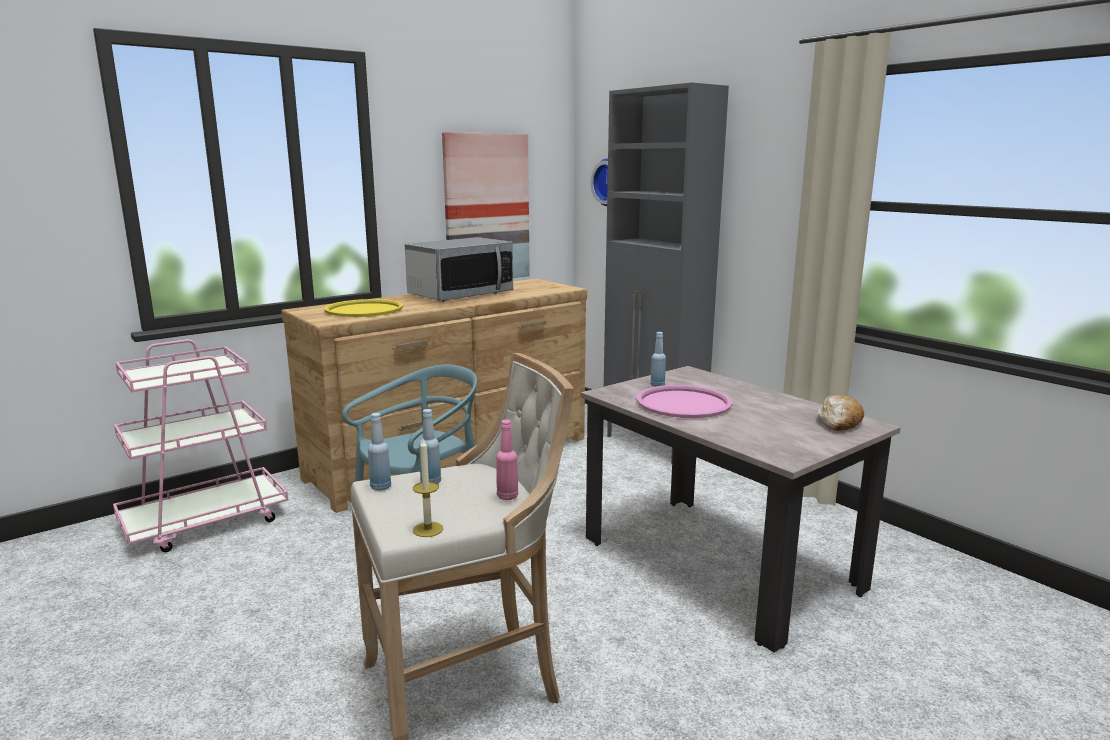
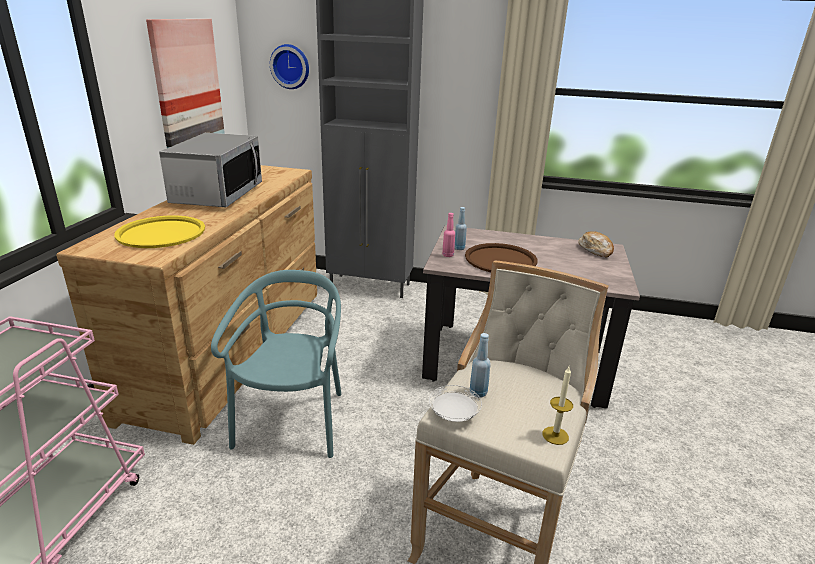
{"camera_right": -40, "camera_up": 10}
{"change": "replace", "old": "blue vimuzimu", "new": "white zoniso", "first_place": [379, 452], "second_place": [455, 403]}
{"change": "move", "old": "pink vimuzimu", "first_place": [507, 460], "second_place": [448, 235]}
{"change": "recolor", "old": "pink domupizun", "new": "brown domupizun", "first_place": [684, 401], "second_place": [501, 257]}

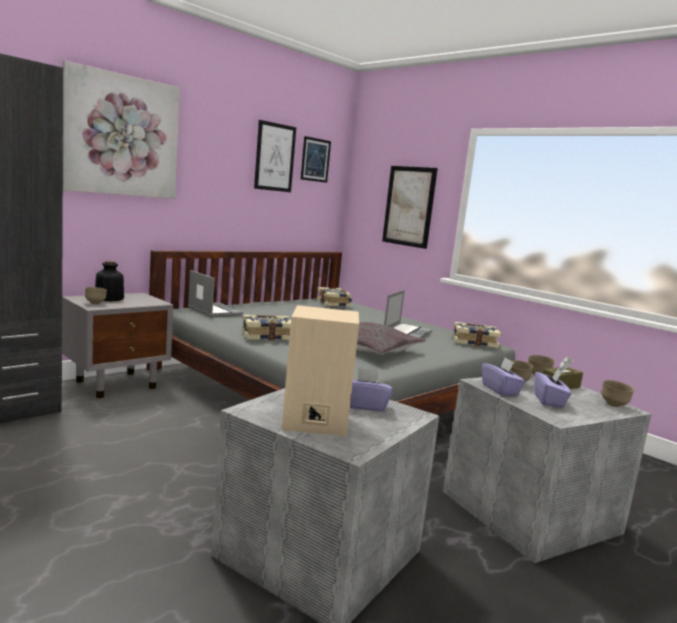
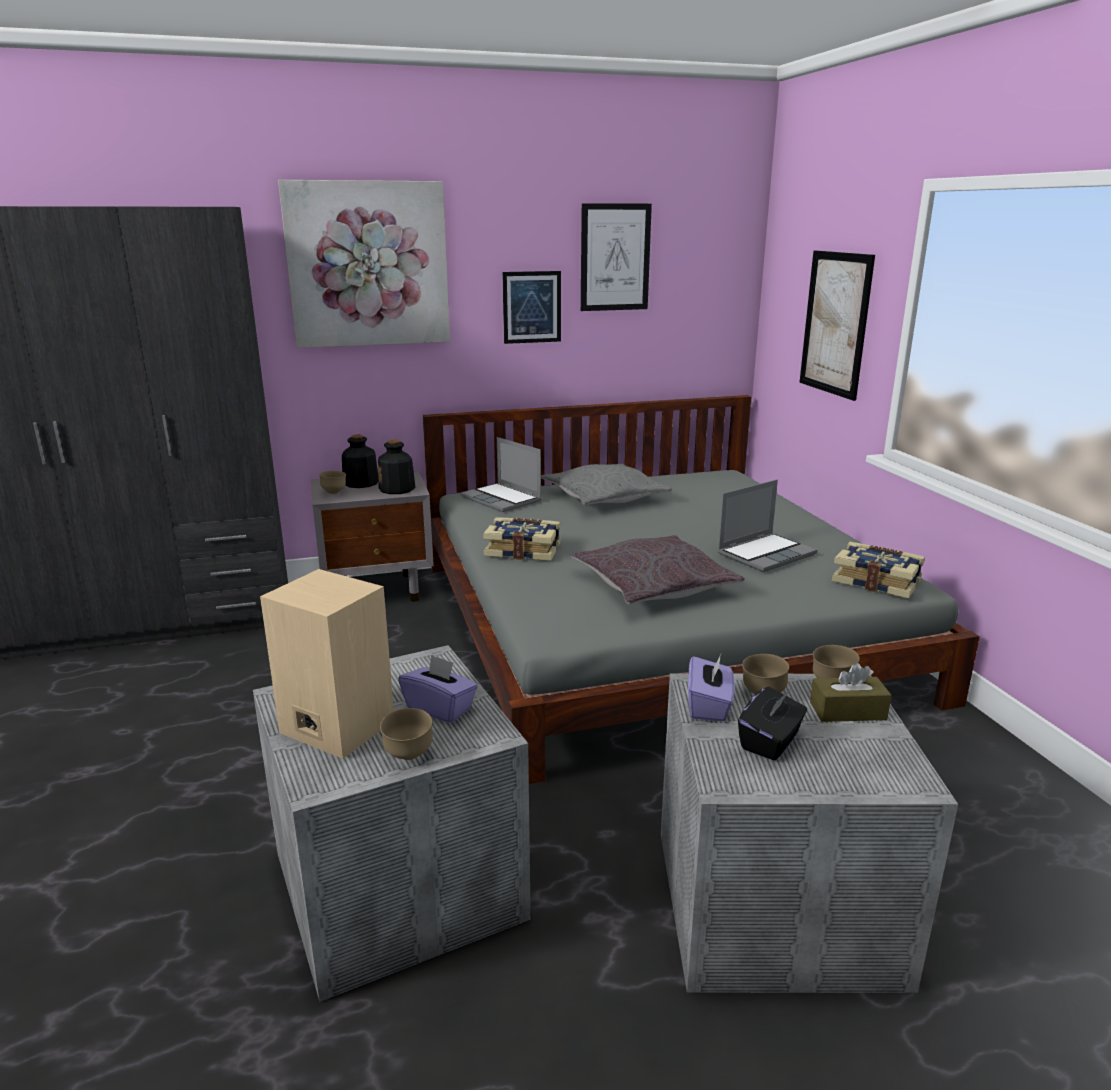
{"camera_right": 30, "camera_up": 10}
{"change": "insert", "new": "vimuzimu", "second_place": [397, 467]}
{"change": "move", "old": "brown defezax", "first_place": [617, 393], "second_place": [406, 734]}
{"change": "rotate", "old": "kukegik", "first_place": [215, 294], "second_place": [501, 474], "degrees": 150}
{"change": "move", "old": "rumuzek", "first_place": [316, 159], "second_place": [531, 307]}
{"change": "insert", "new": "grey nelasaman", "second_place": [606, 484]}
{"change": "recolor", "old": "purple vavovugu", "new": "black vavovugu", "first_place": [552, 388], "second_place": [772, 723]}
{"change": "delete", "old": "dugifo", "first_place": [334, 297]}

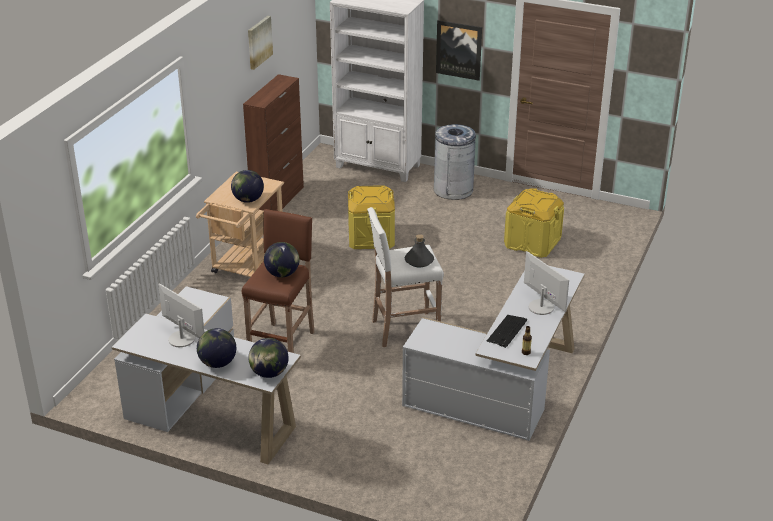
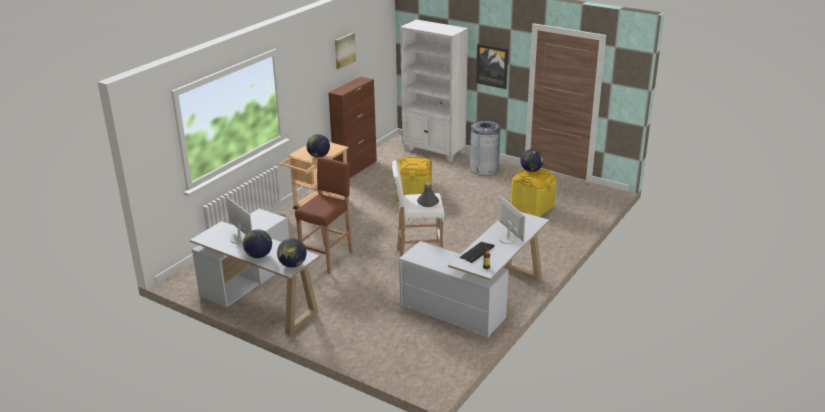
{"camera_right": 10, "camera_up": -5}
{"change": "move", "old": "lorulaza", "first_place": [282, 259], "second_place": [532, 160]}

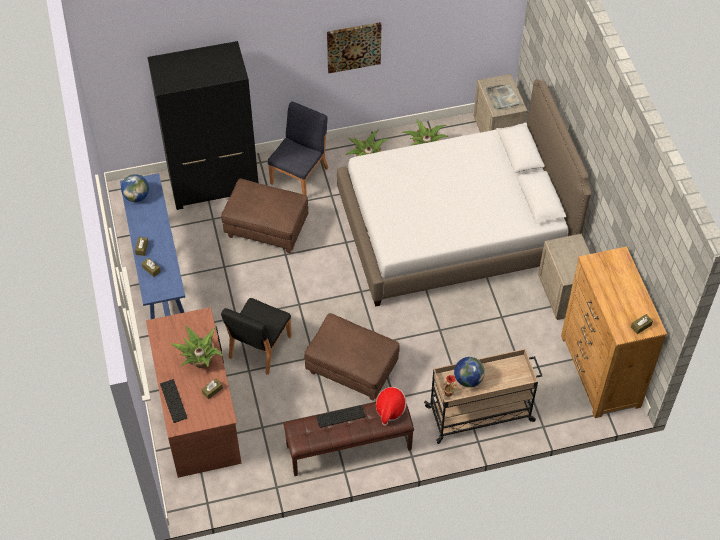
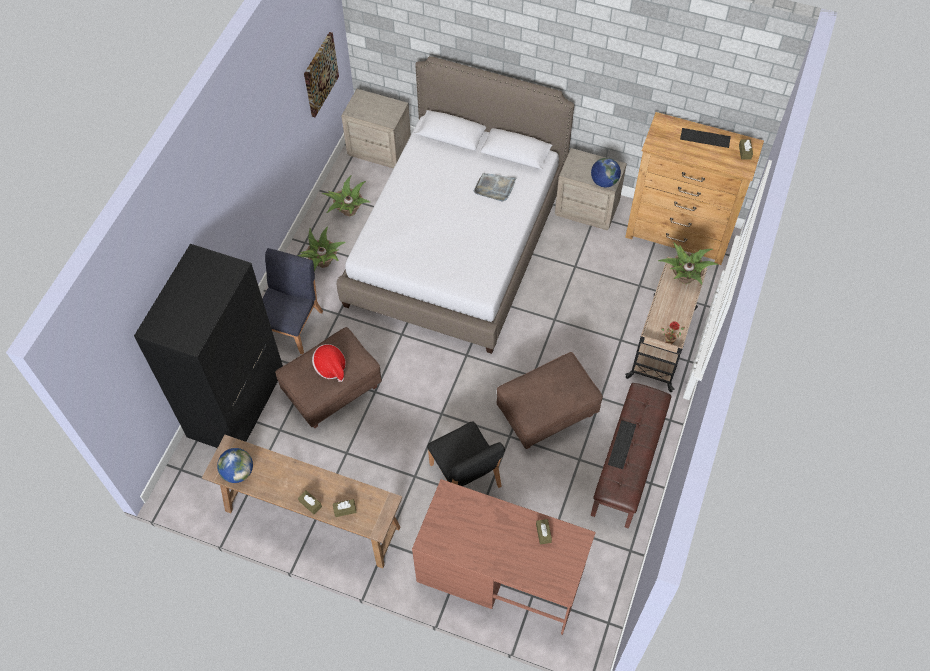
{"camera_right": -55, "camera_up": 5}
{"change": "recolor", "old": "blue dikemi", "new": "brown dikemi", "first_place": [152, 246], "second_place": [302, 502]}
{"change": "rotate", "old": "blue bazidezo", "first_place": [298, 148], "second_place": [292, 301], "degrees": 45}
{"change": "move", "old": "rumuzek", "first_place": [354, 47], "second_place": [321, 74]}
{"change": "move", "old": "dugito", "first_place": [391, 406], "second_place": [329, 363]}
{"change": "move", "old": "grey domupizun", "first_place": [503, 97], "second_place": [495, 187]}
{"change": "move", "old": "lorulaza", "first_place": [469, 372], "second_place": [606, 172]}
{"change": "move", "old": "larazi", "first_place": [196, 347], "second_place": [688, 263]}
{"change": "move", "old": "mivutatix", "first_place": [173, 401], "second_place": [705, 138]}

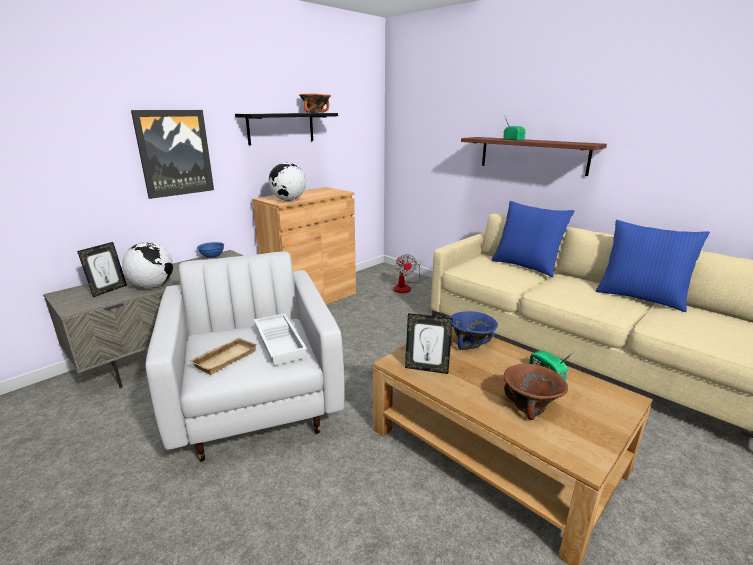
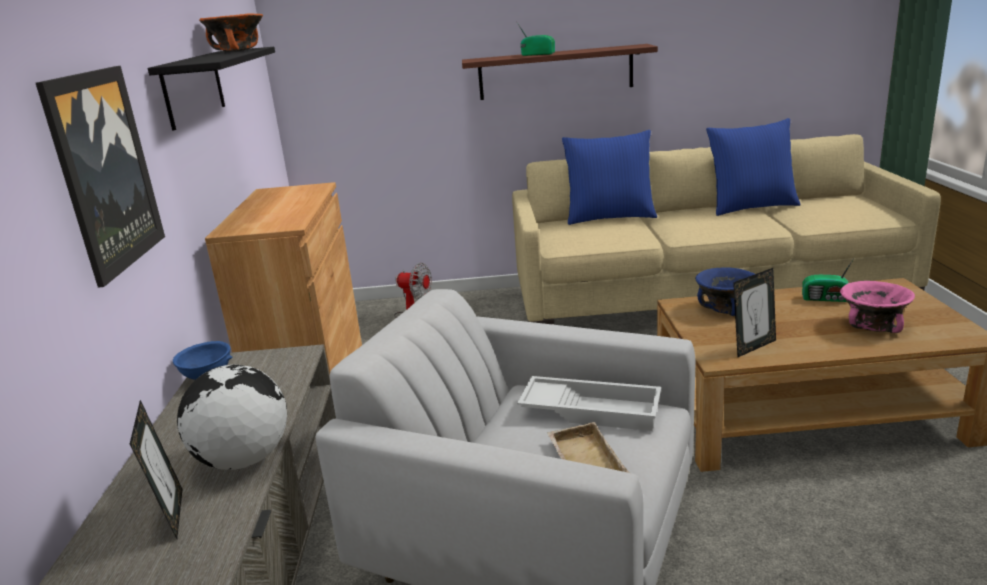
{"camera_right": -45, "camera_up": 0}
{"change": "recolor", "old": "brown defezax", "new": "pink defezax", "first_place": [536, 392], "second_place": [877, 307]}
{"change": "delete", "old": "lorulaza", "first_place": [287, 182]}

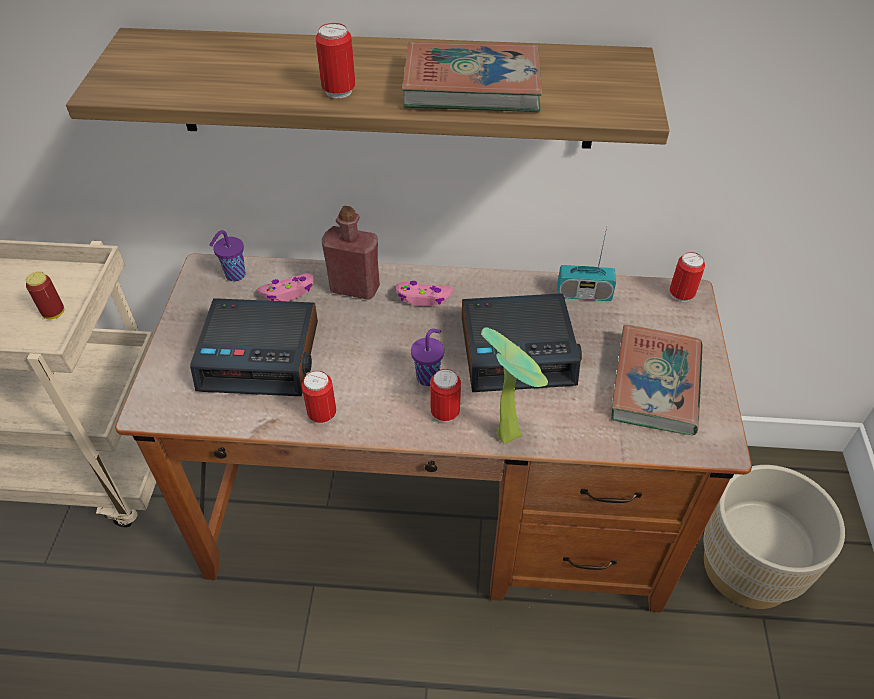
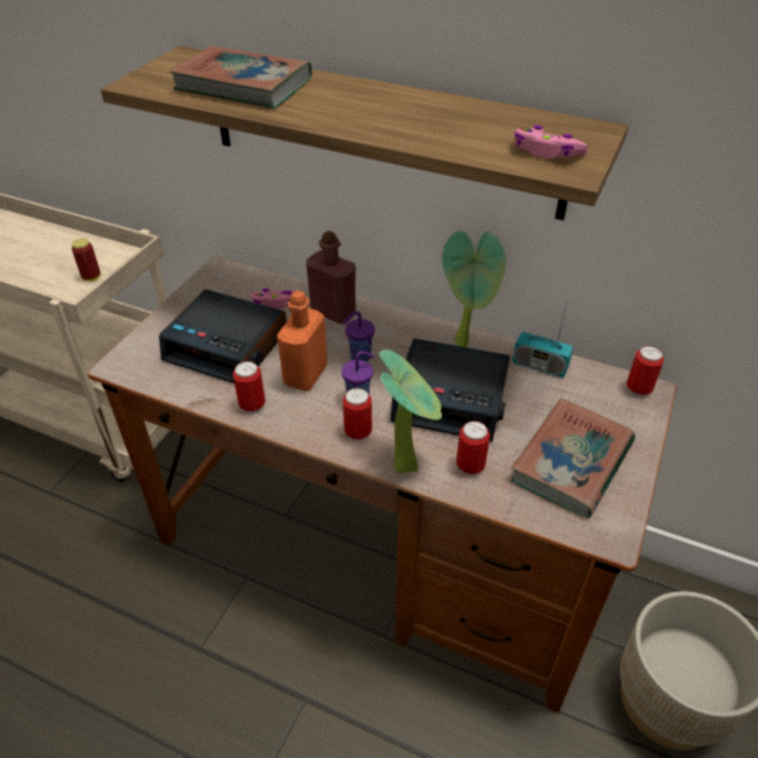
{"camera_right": 20, "camera_up": -5}
{"change": "move", "old": "dugifo", "first_place": [472, 77], "second_place": [240, 77]}
{"change": "insert", "new": "orange vimuzimu", "second_place": [302, 340]}
{"change": "move", "old": "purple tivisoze", "first_place": [228, 255], "second_place": [358, 336]}
{"change": "insert", "new": "larazi", "second_place": [474, 289]}
{"change": "move", "old": "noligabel", "first_place": [335, 60], "second_place": [473, 448]}
{"change": "move", "old": "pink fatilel", "first_place": [424, 294], "second_place": [551, 142]}

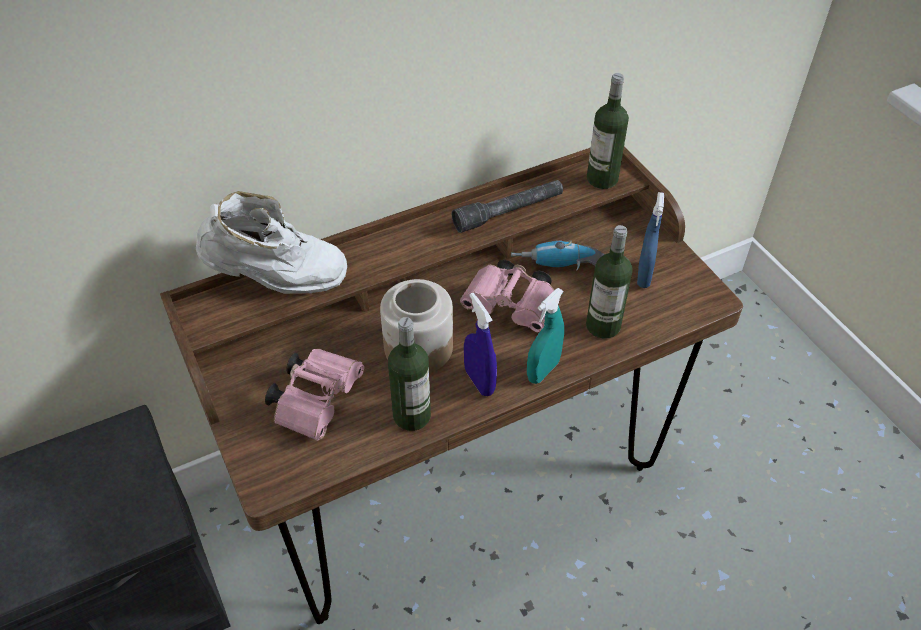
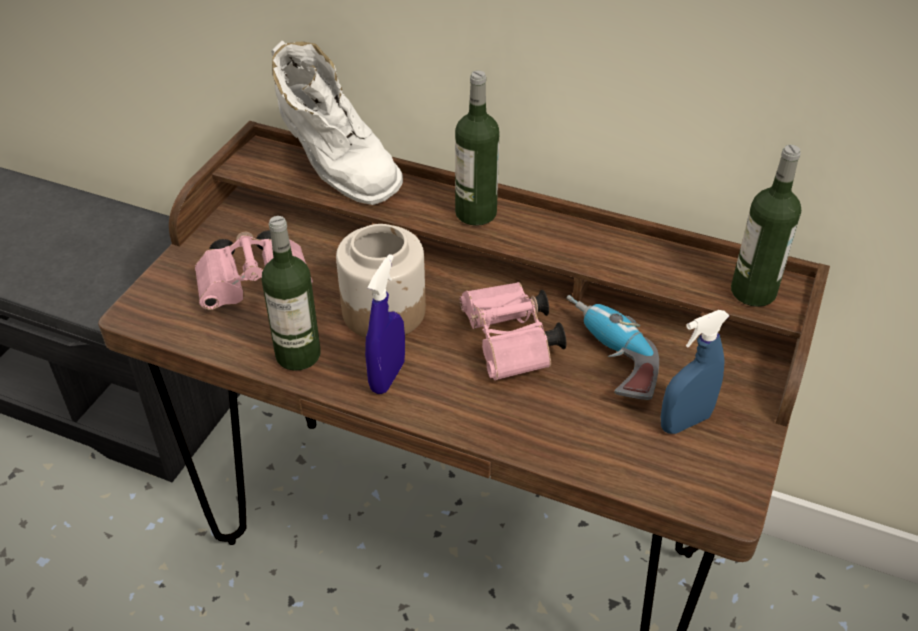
{"camera_right": 50, "camera_up": -5}
{"change": "move", "old": "vimuzimu", "first_place": [609, 282], "second_place": [477, 148]}
{"change": "delete", "old": "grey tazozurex", "first_place": [507, 206]}
{"change": "delete", "old": "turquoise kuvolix", "first_place": [545, 336]}

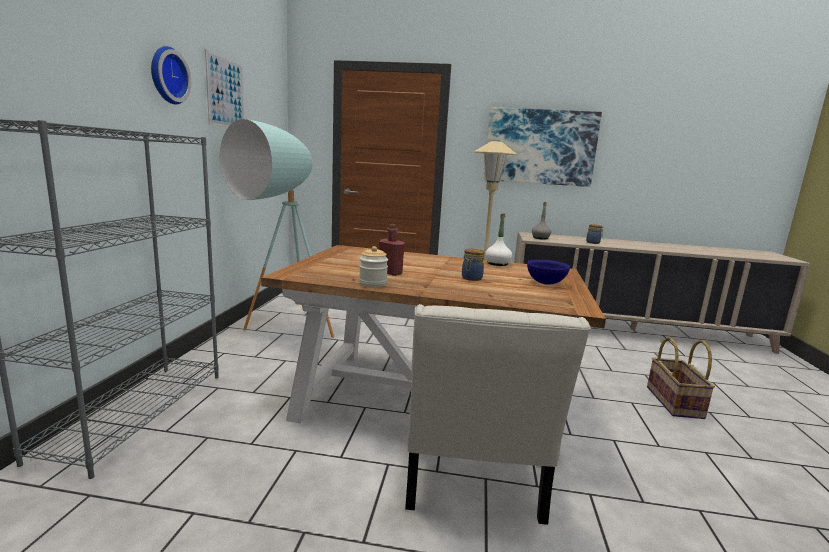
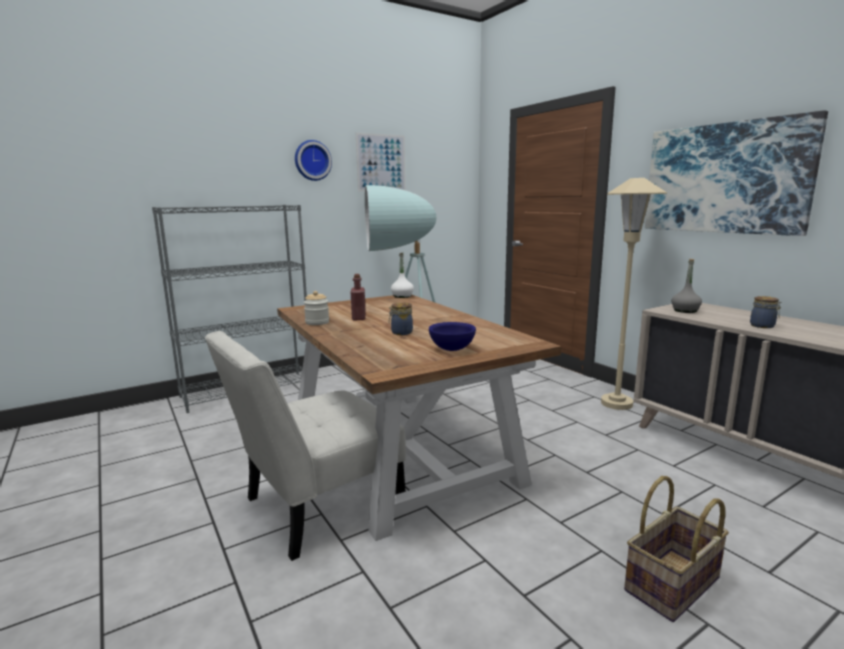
{"camera_right": 50, "camera_up": 0}
{"change": "move", "old": "white vimuzimu", "first_place": [498, 239], "second_place": [402, 275]}

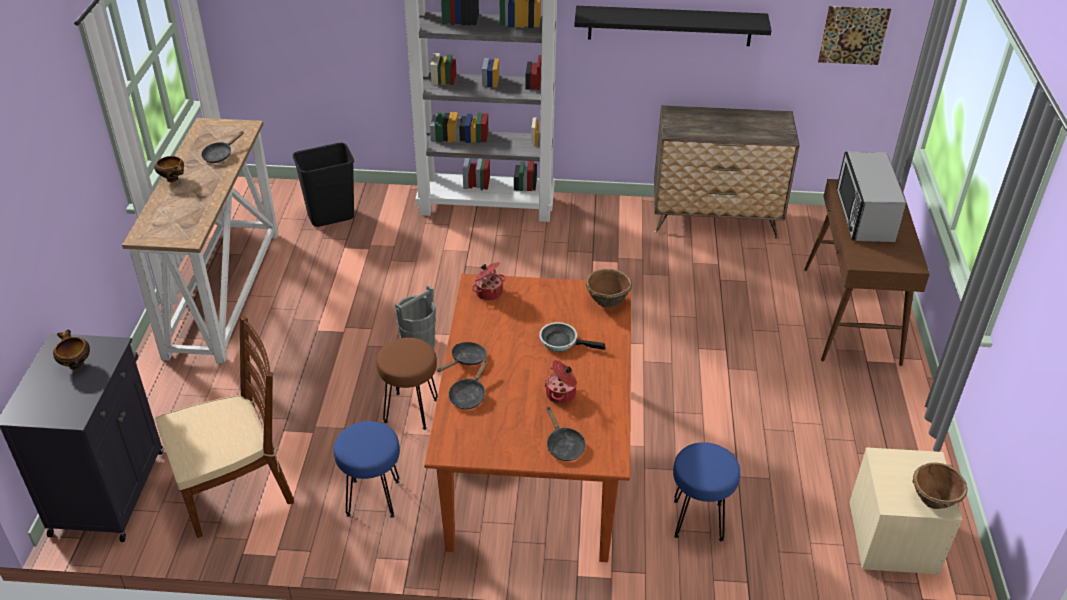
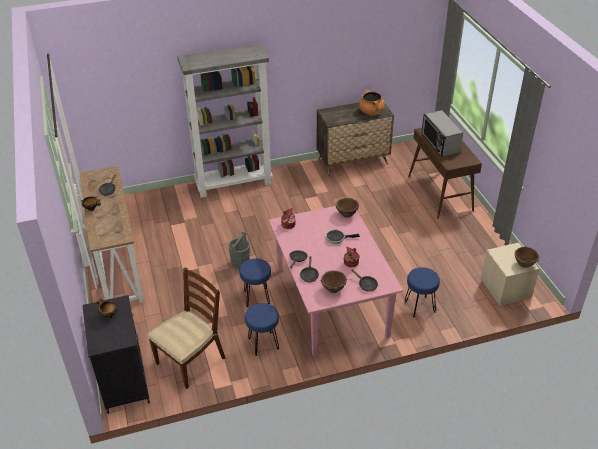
{"camera_right": -20, "camera_up": 0}
{"change": "recolor", "old": "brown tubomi", "new": "blue tubomi", "first_place": [407, 384], "second_place": [255, 282]}
{"change": "recolor", "old": "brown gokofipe", "new": "pink gokofipe", "first_place": [527, 418], "second_place": [336, 281]}
{"change": "insert", "new": "brown defezax", "second_place": [334, 281]}
{"change": "insert", "new": "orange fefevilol", "second_place": [372, 102]}
{"change": "delete", "old": "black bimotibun", "first_place": [323, 185]}
{"change": "delete", "old": "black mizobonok", "first_place": [673, 26]}
{"change": "delete", "old": "rumuzek", "first_place": [854, 35]}

